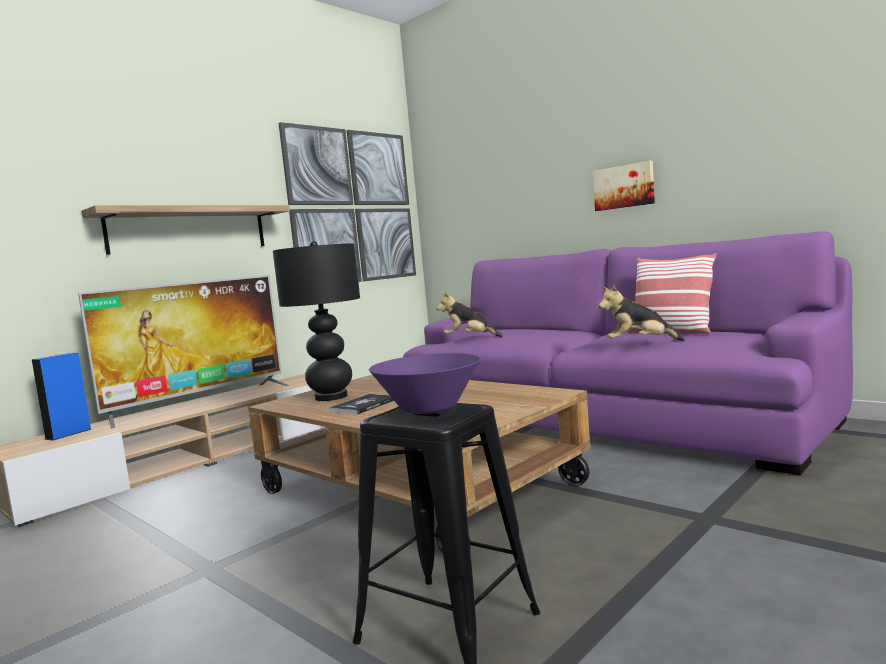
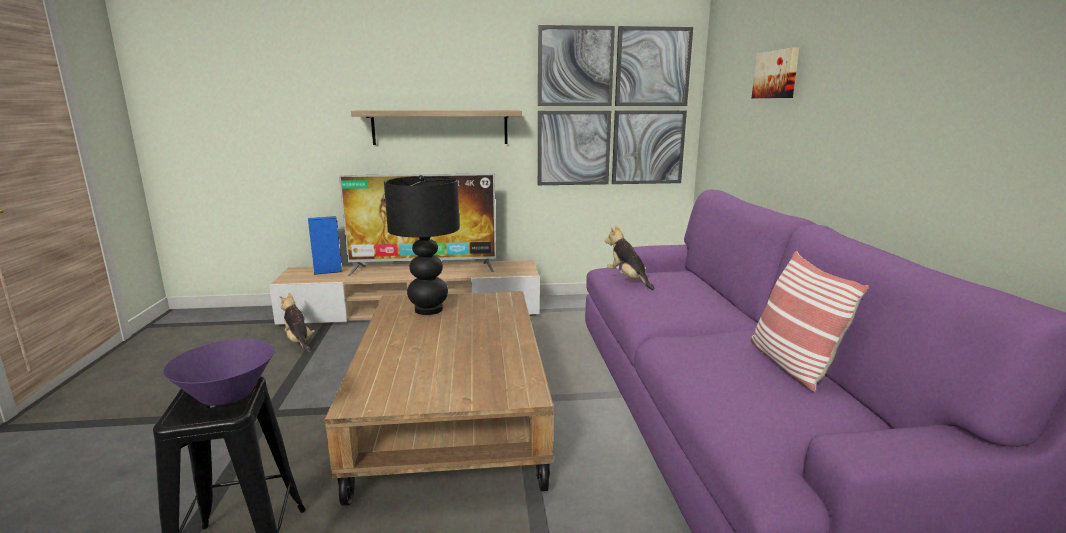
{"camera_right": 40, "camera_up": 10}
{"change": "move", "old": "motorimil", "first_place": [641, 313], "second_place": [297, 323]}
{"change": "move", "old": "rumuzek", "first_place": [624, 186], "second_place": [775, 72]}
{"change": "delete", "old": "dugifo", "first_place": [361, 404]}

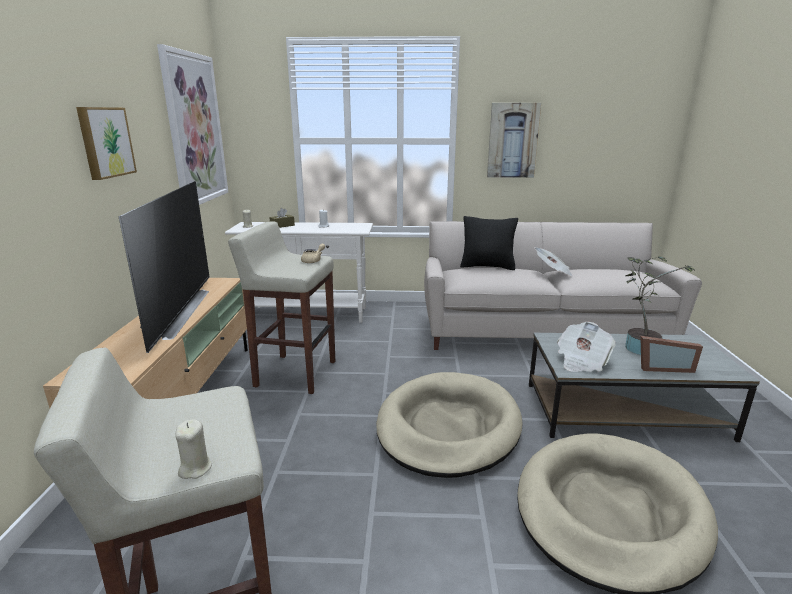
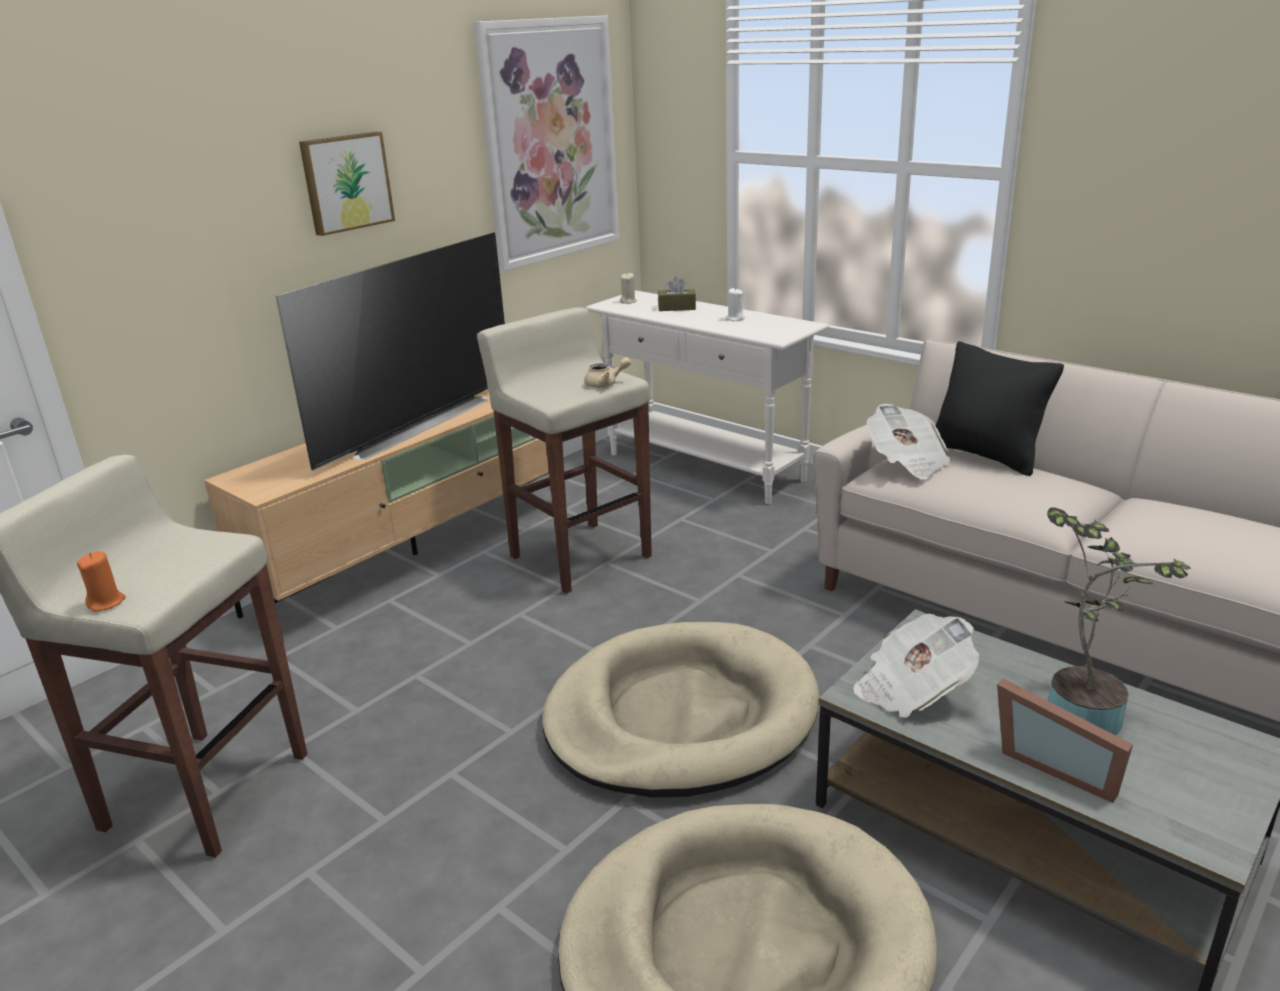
{"camera_right": 40, "camera_up": 5}
{"change": "recolor", "old": "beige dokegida", "new": "orange dokegida", "first_place": [193, 449], "second_place": [101, 581]}
{"change": "move", "old": "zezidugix", "first_place": [553, 261], "second_place": [908, 441]}
{"change": "delete", "old": "rumuzek", "first_place": [514, 140]}

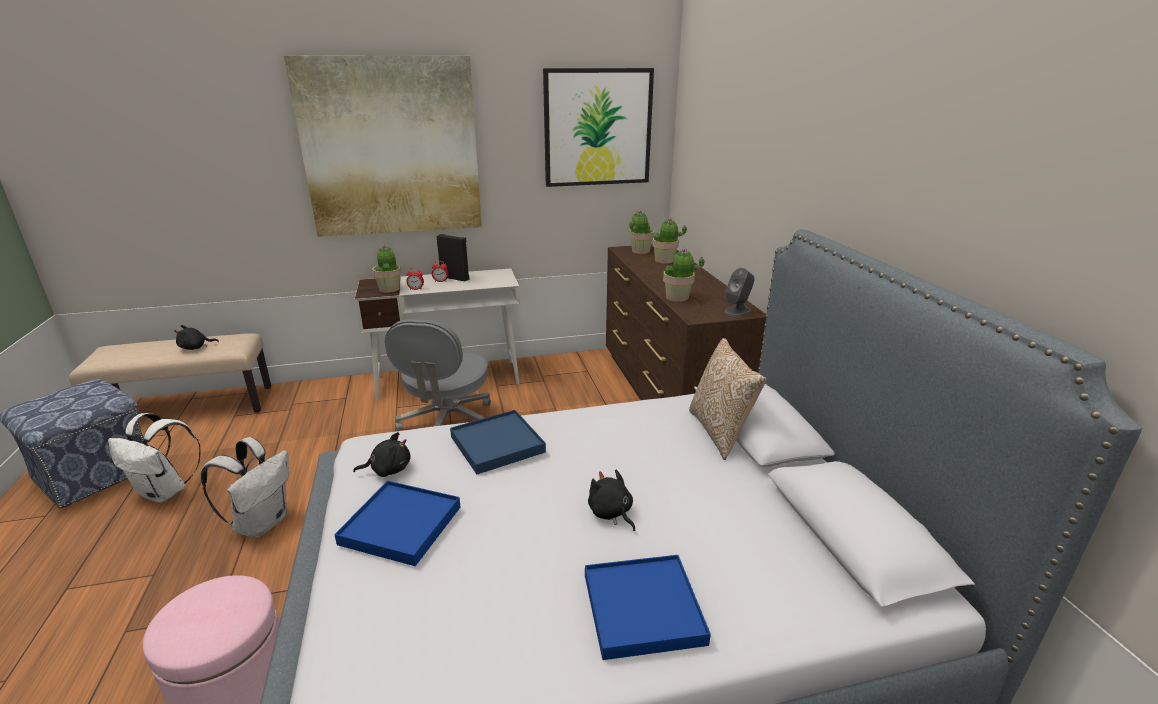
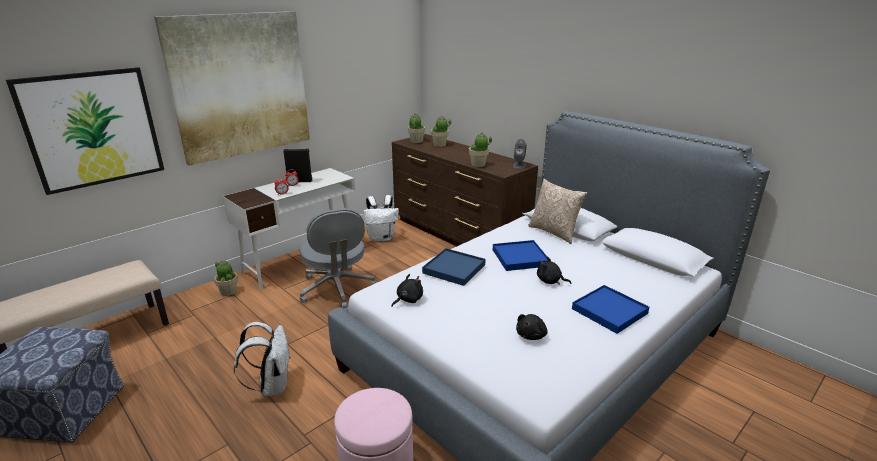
{"camera_right": -30, "camera_up": 0}
{"change": "move", "old": "rumuzek", "first_place": [598, 127], "second_place": [85, 131]}
{"change": "move", "old": "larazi", "first_place": [386, 268], "second_place": [226, 278]}
{"change": "move", "old": "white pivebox", "first_place": [154, 458], "second_place": [381, 218]}
{"change": "move", "old": "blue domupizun", "first_place": [397, 523], "second_place": [520, 255]}
{"change": "move", "old": "black motorimil", "first_place": [196, 337], "second_place": [532, 327]}

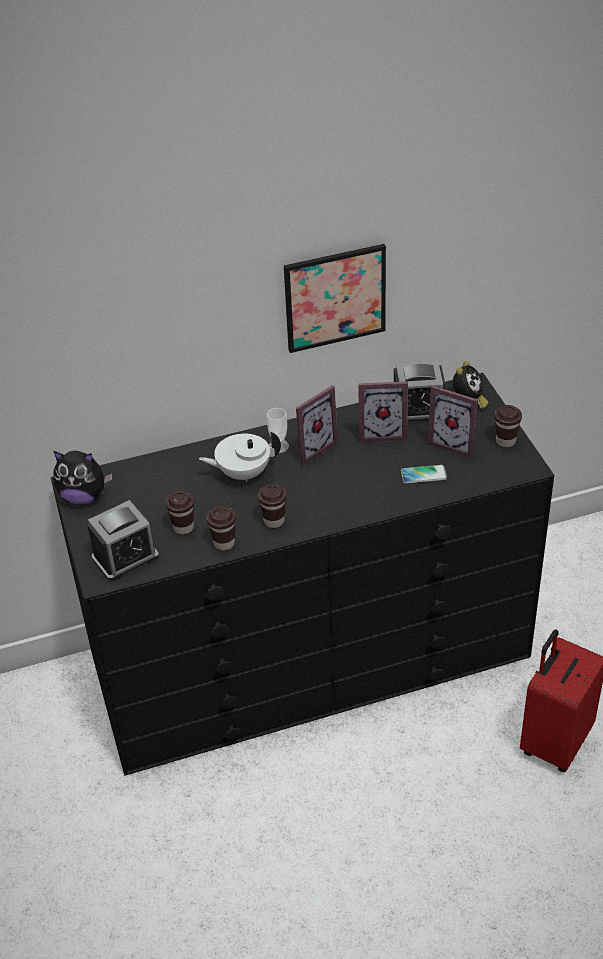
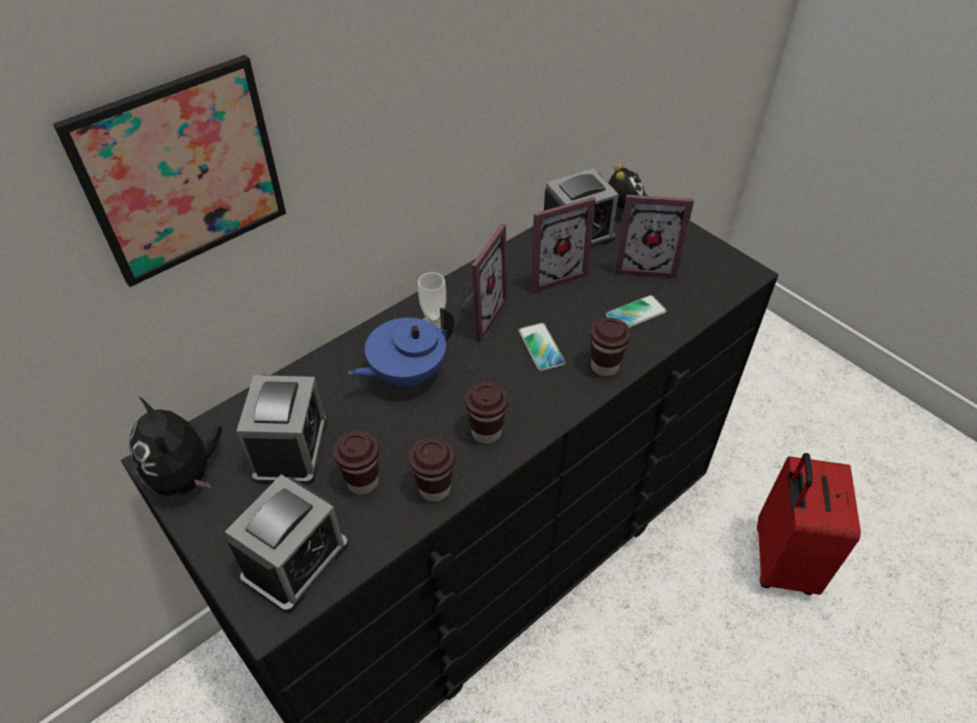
{"camera_right": -25, "camera_up": 5}
{"change": "move", "old": "rumuzek", "first_place": [335, 298], "second_place": [169, 171]}
{"change": "rotate", "old": "motorimil", "first_place": [82, 477], "second_place": [175, 446], "degrees": 75}
{"change": "insert", "new": "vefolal", "second_place": [282, 430]}
{"change": "recolor", "old": "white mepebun", "new": "blue mepebun", "first_place": [240, 456], "second_place": [401, 347]}
{"change": "insert", "new": "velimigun", "second_place": [542, 347]}
{"change": "move", "old": "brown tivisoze", "first_place": [508, 426], "second_place": [610, 346]}

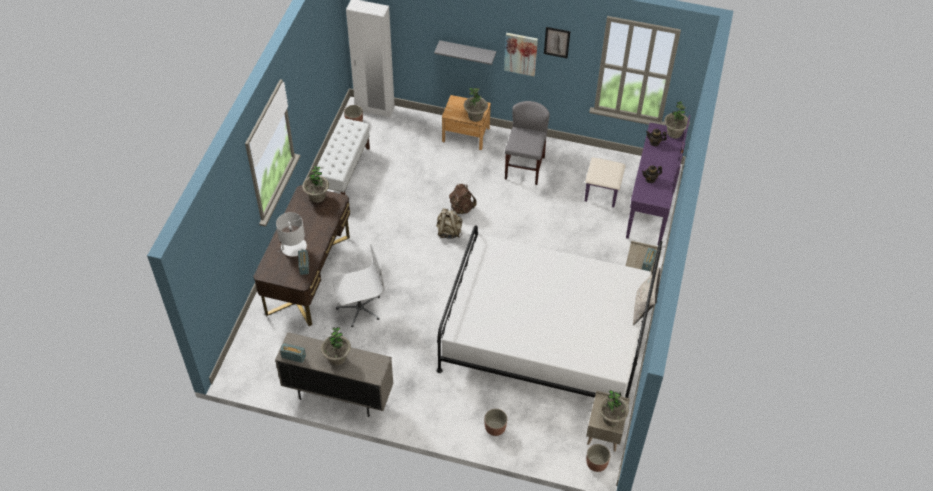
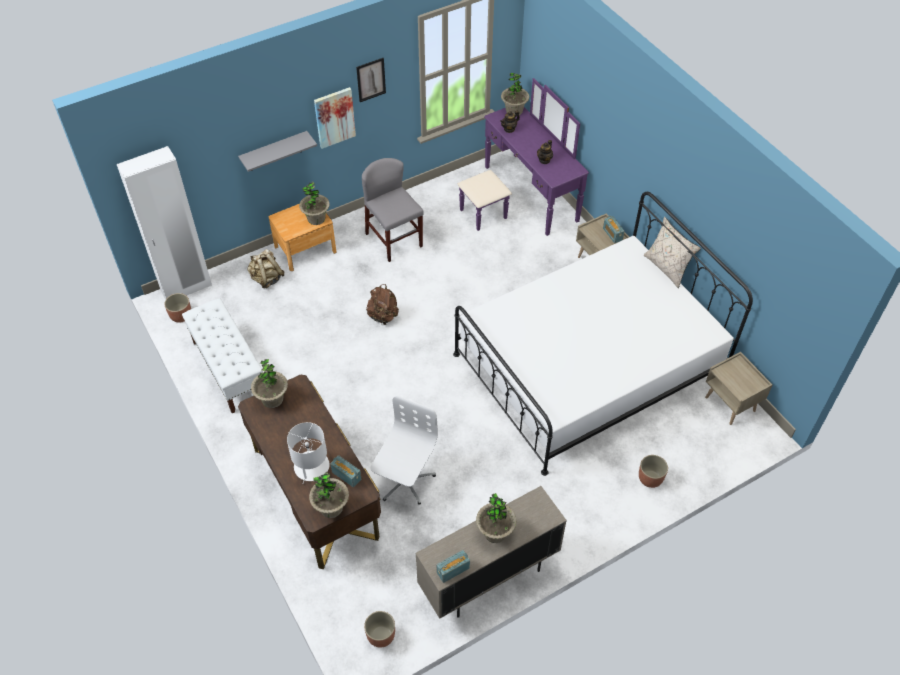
{"camera_right": -45, "camera_up": 0}
{"change": "move", "old": "beige pivebox", "first_place": [449, 223], "second_place": [265, 268]}
{"change": "move", "old": "larazi", "first_place": [614, 408], "second_place": [329, 495]}
{"change": "move", "old": "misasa", "first_place": [598, 458], "second_place": [379, 629]}

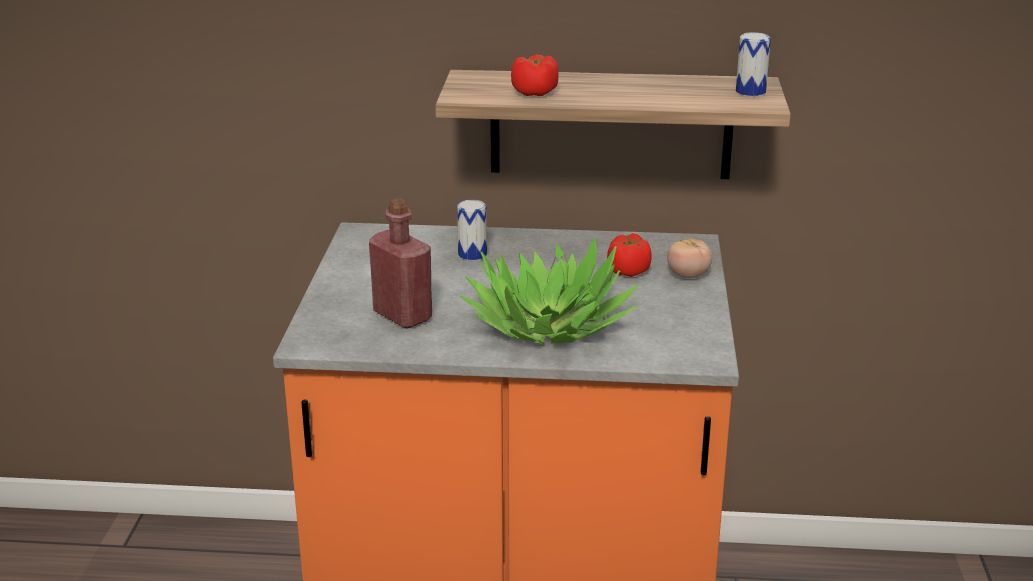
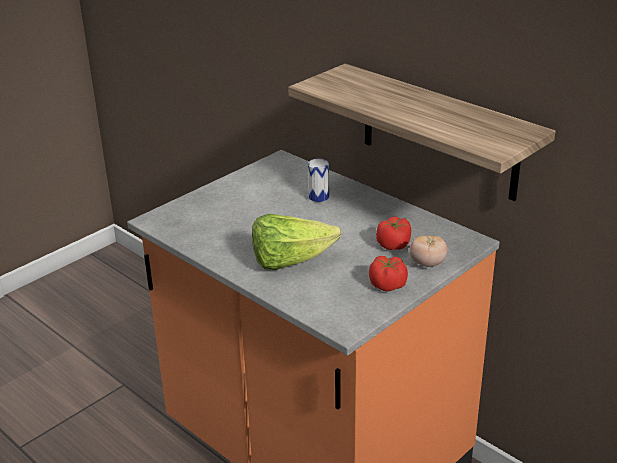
{"camera_right": 40, "camera_up": 5}
{"change": "replace", "old": "larazi", "new": "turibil", "first_place": [549, 291], "second_place": [296, 242]}
{"change": "move", "old": "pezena", "first_place": [535, 75], "second_place": [388, 273]}
{"change": "delete", "old": "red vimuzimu", "first_place": [400, 263]}
{"change": "delete", "old": "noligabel", "first_place": [753, 64]}

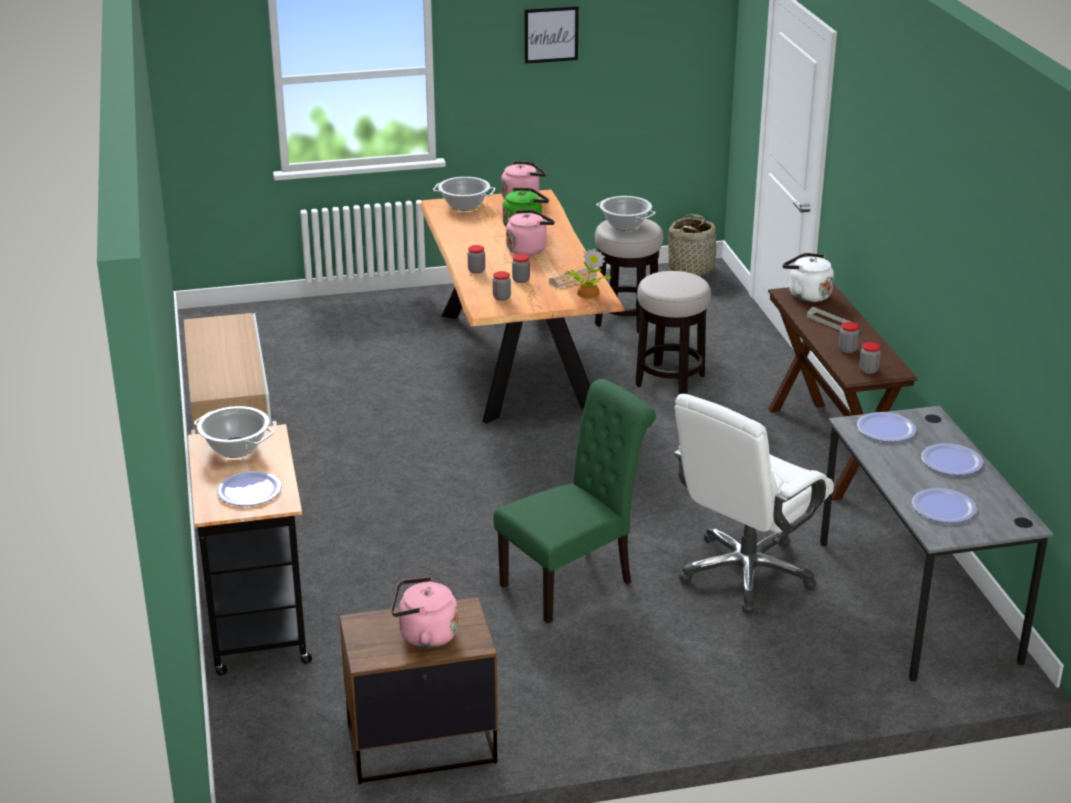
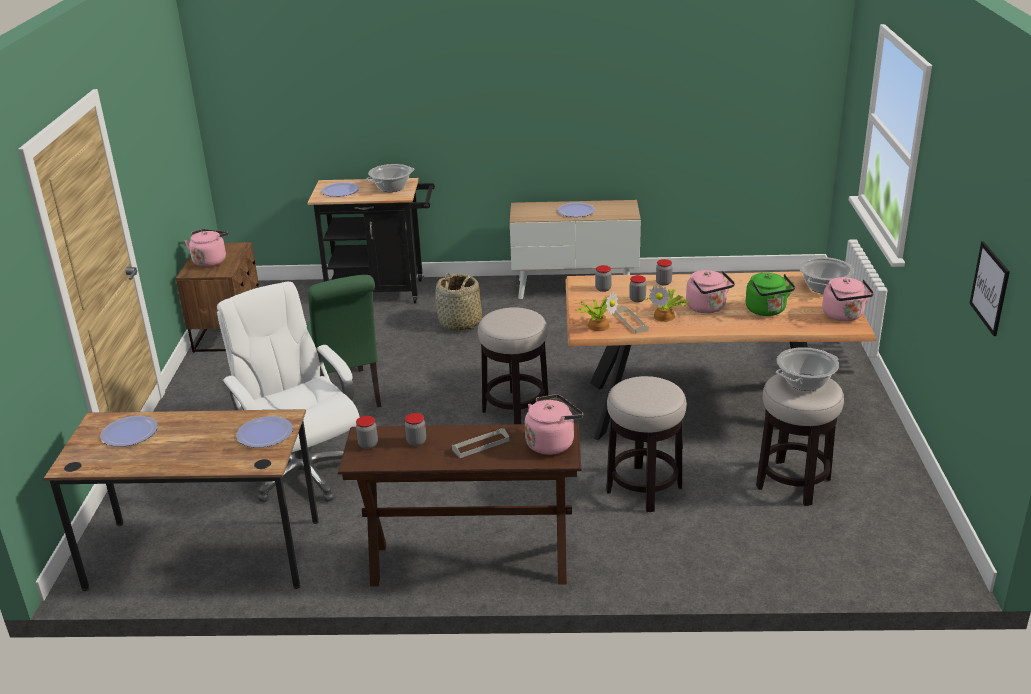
{"camera_right": 105, "camera_up": 0}
{"change": "recolor", "old": "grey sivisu", "new": "brown sivisu", "first_place": [937, 543], "second_place": [181, 500]}
{"change": "move", "old": "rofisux", "first_place": [693, 245], "second_place": [458, 302]}
{"change": "insert", "new": "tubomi", "second_place": [513, 365]}
{"change": "recolor", "old": "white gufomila", "new": "pink gufomila", "first_place": [808, 277], "second_place": [554, 424]}
{"change": "move", "old": "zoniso", "first_place": [952, 459], "second_place": [576, 209]}
{"change": "insert", "new": "larazi", "second_place": [667, 303]}
{"change": "move", "old": "rumuzek", "first_place": [551, 35], "second_place": [989, 288]}

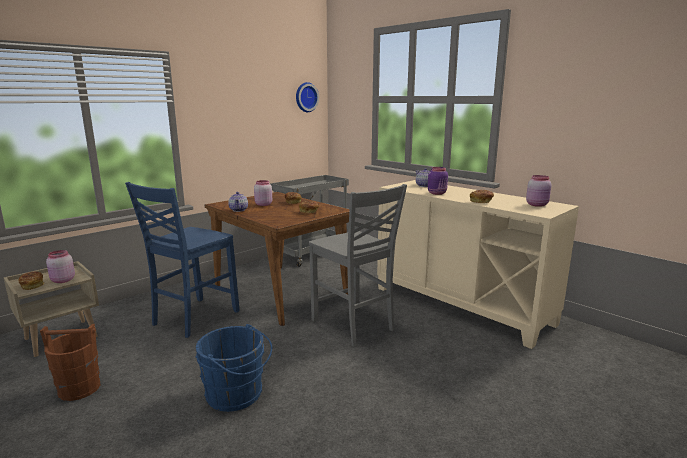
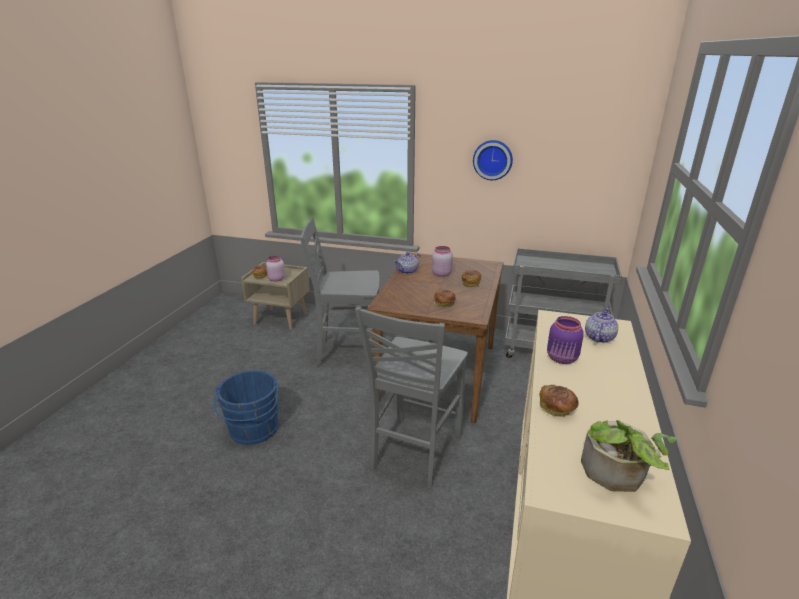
{"camera_right": 60, "camera_up": 10}
{"change": "recolor", "old": "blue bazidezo", "new": "grey bazidezo", "first_place": [182, 260], "second_place": [339, 292]}
{"change": "move", "old": "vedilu", "first_place": [307, 97], "second_place": [493, 160]}
{"change": "replace", "old": "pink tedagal", "new": "larazi", "first_place": [538, 191], "second_place": [629, 456]}
{"change": "delete", "old": "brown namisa", "first_place": [70, 362]}

